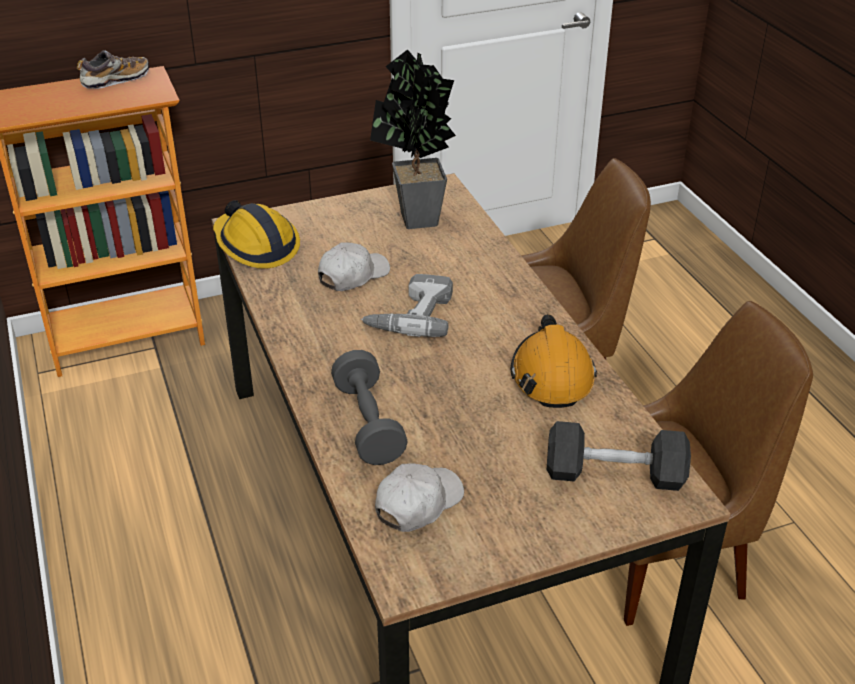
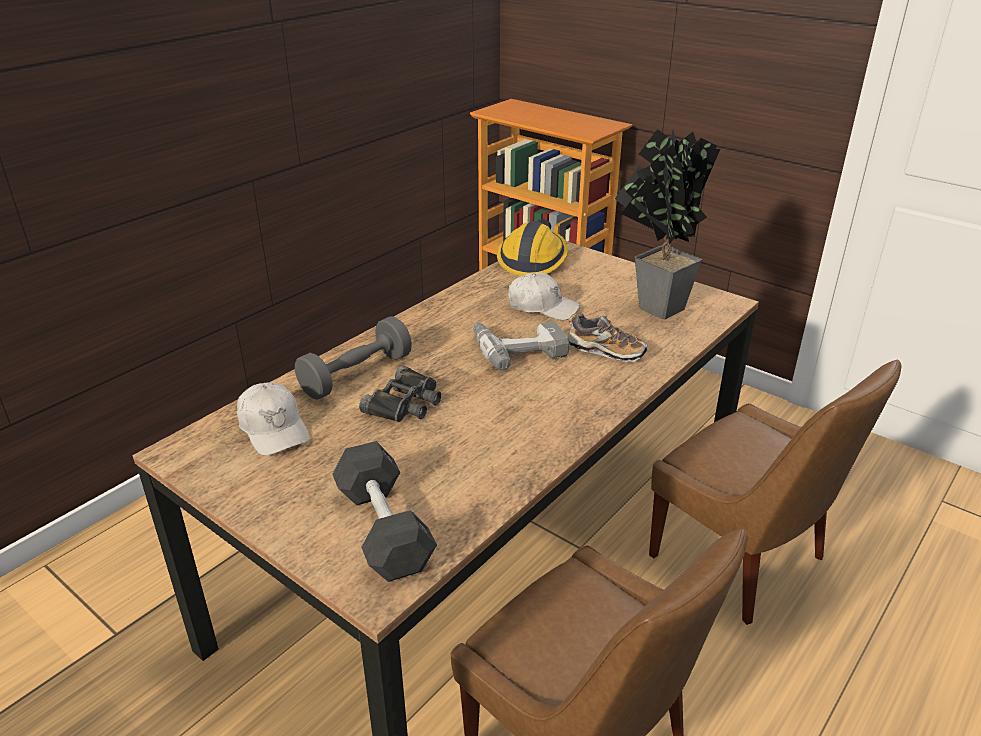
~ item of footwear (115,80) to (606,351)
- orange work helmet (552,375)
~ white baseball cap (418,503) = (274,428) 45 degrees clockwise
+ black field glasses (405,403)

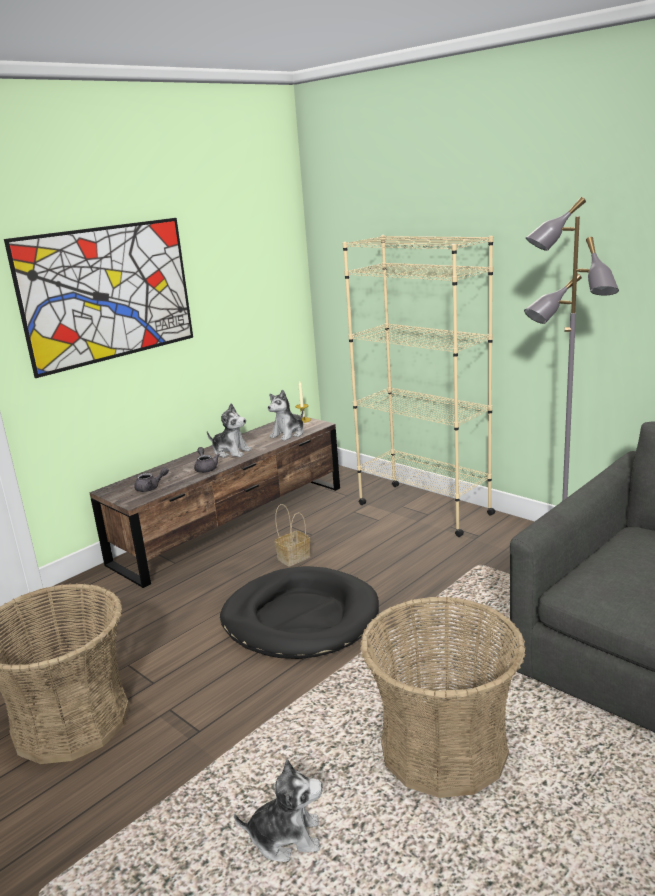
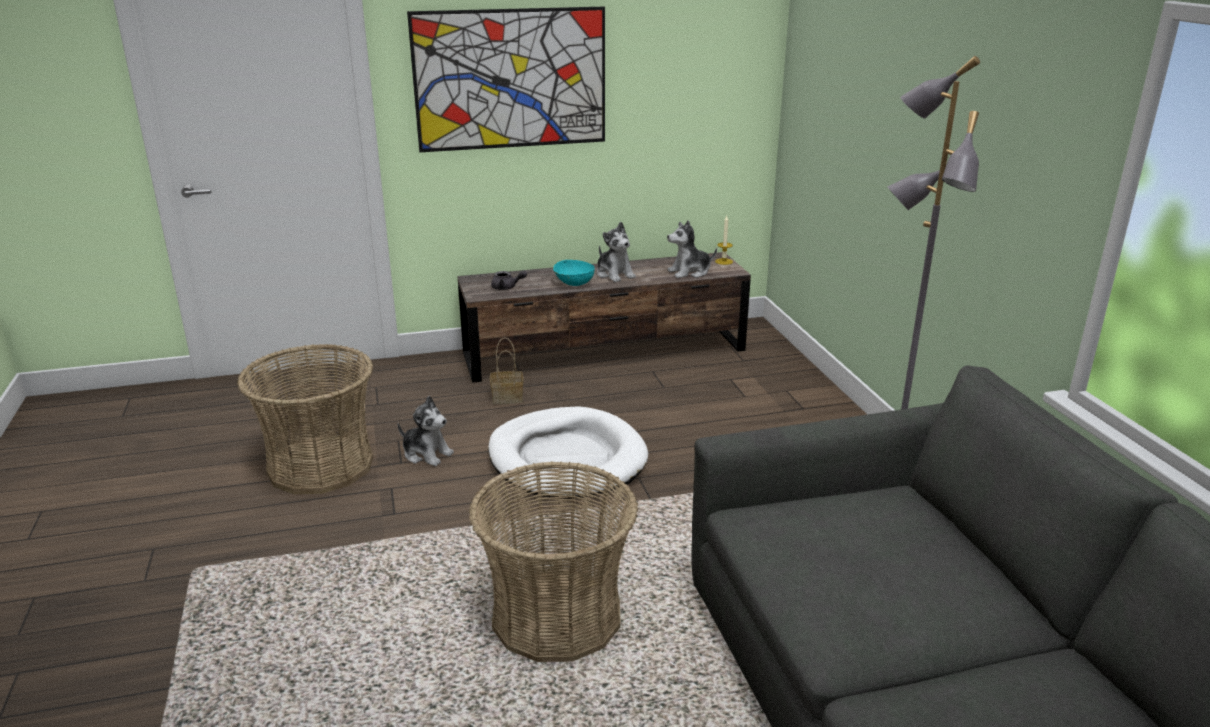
- sand-coloured bookshelf (424,509)
~ greyish pot for tea (206,468) to blue-green deep dish (573,283)
~ household basket (294,557) to (508,397)
~ black dog bed (300,618) to white dog bed (567,459)
~ cuddly toy (286,837) to (426,454)

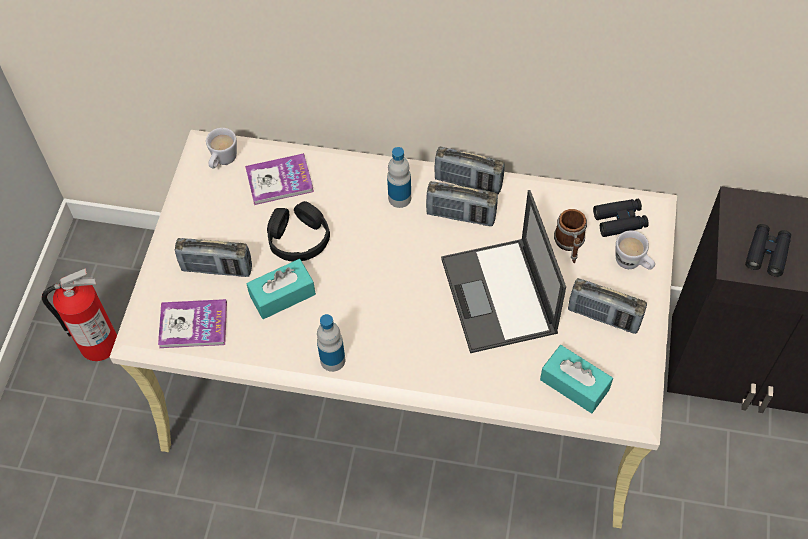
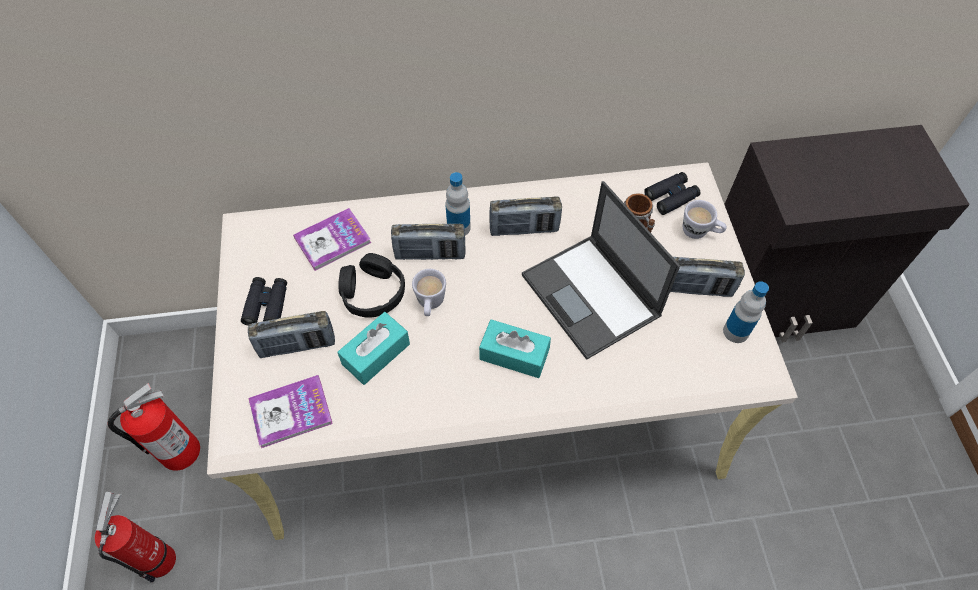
~ white coffee mug (222,161) to (430,305)
~ radio receiver (468,182) to (430,254)
~ black field glasses (767,253) to (267,305)
~ beverage bottle (332,360) to (735,331)
~ blue-green tissue holder (574,384) to (514,355)
+ fire-fighting cylinder (161,556)

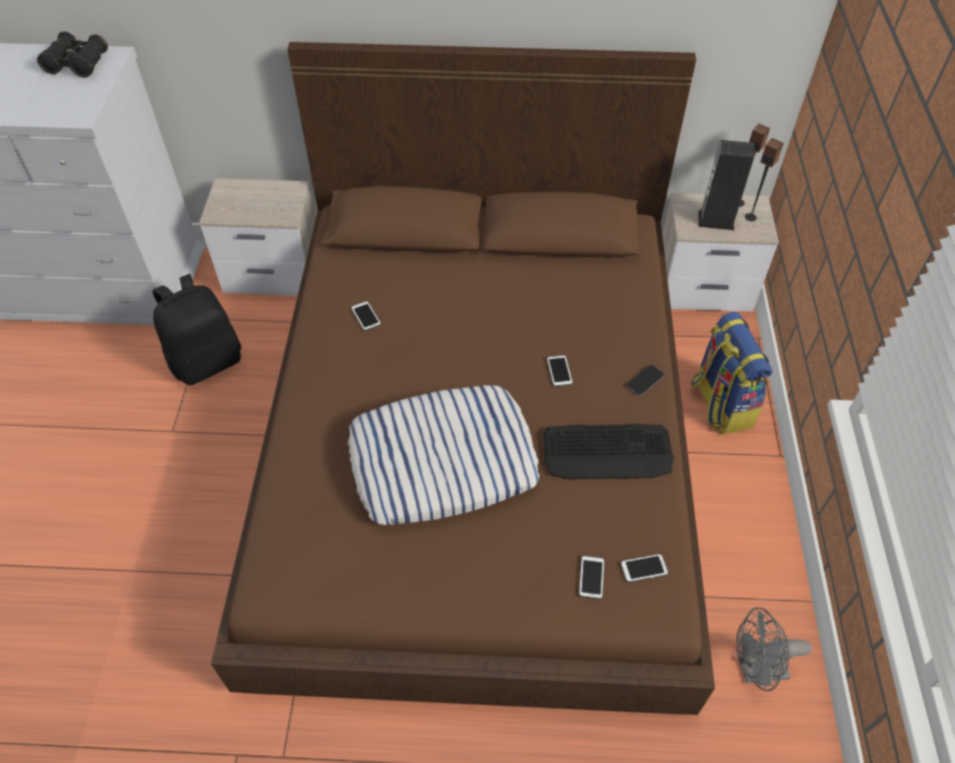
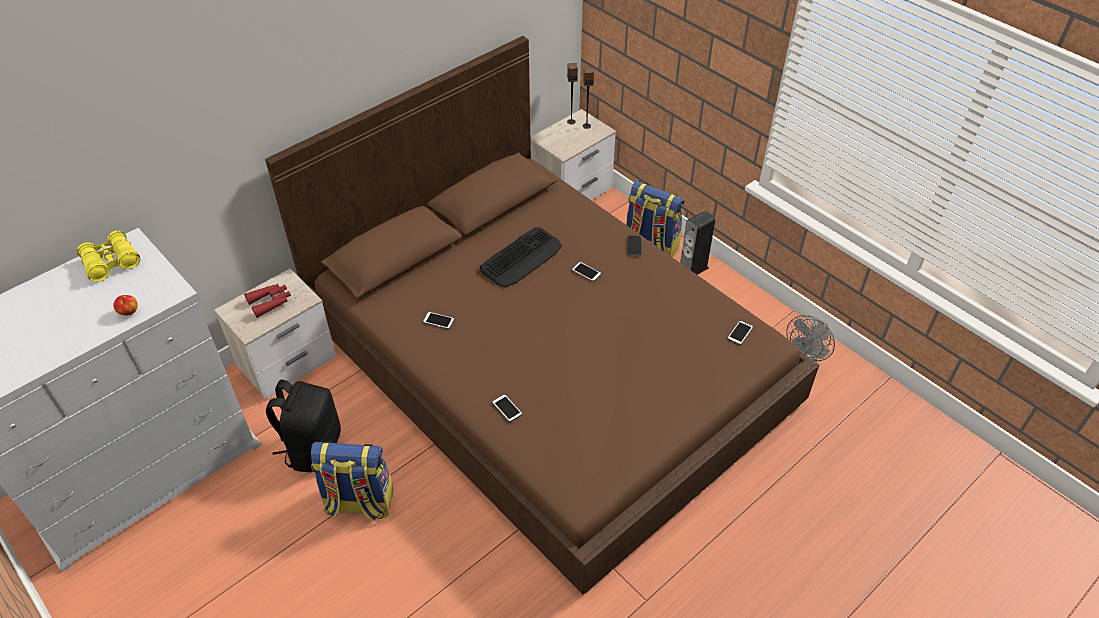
~ black field glasses (77,64) to yellow-coloured field glasses (111,263)
~ speaker (716,220) to (693,268)
- throw pillow (443,460)
~ computer keyboard (607,452) to (521,258)
~ handset (591,577) to (507,408)
+ red field glasses (270,302)
+ apple fruit (129,312)
+ backpack (358,503)

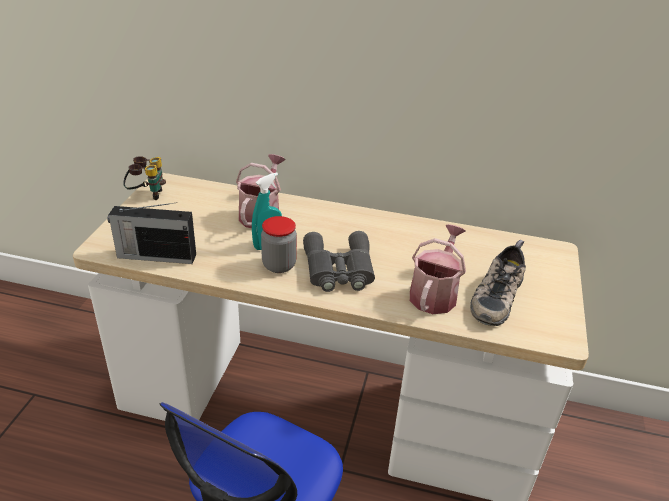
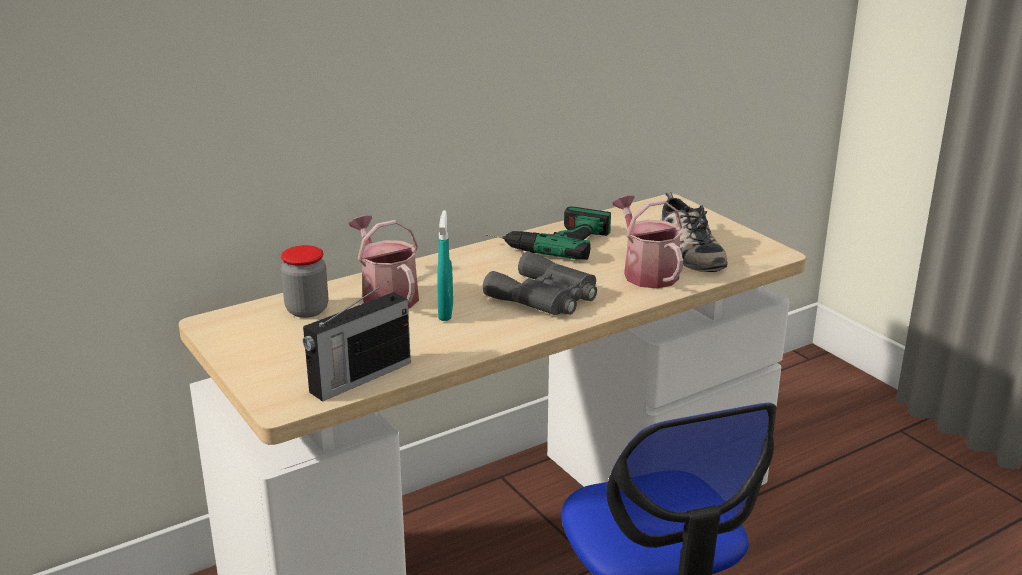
- field glasses (147,194)
~ storage jar (279,265) to (307,310)
+ power drill (548,240)

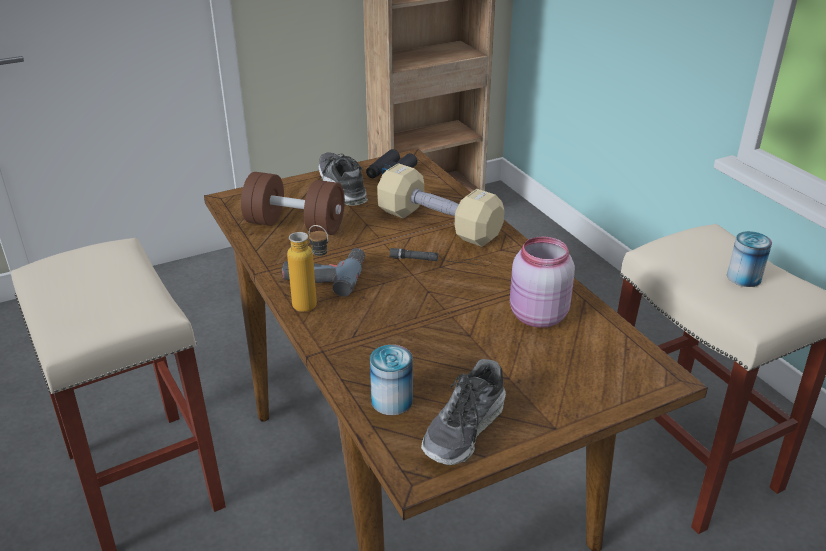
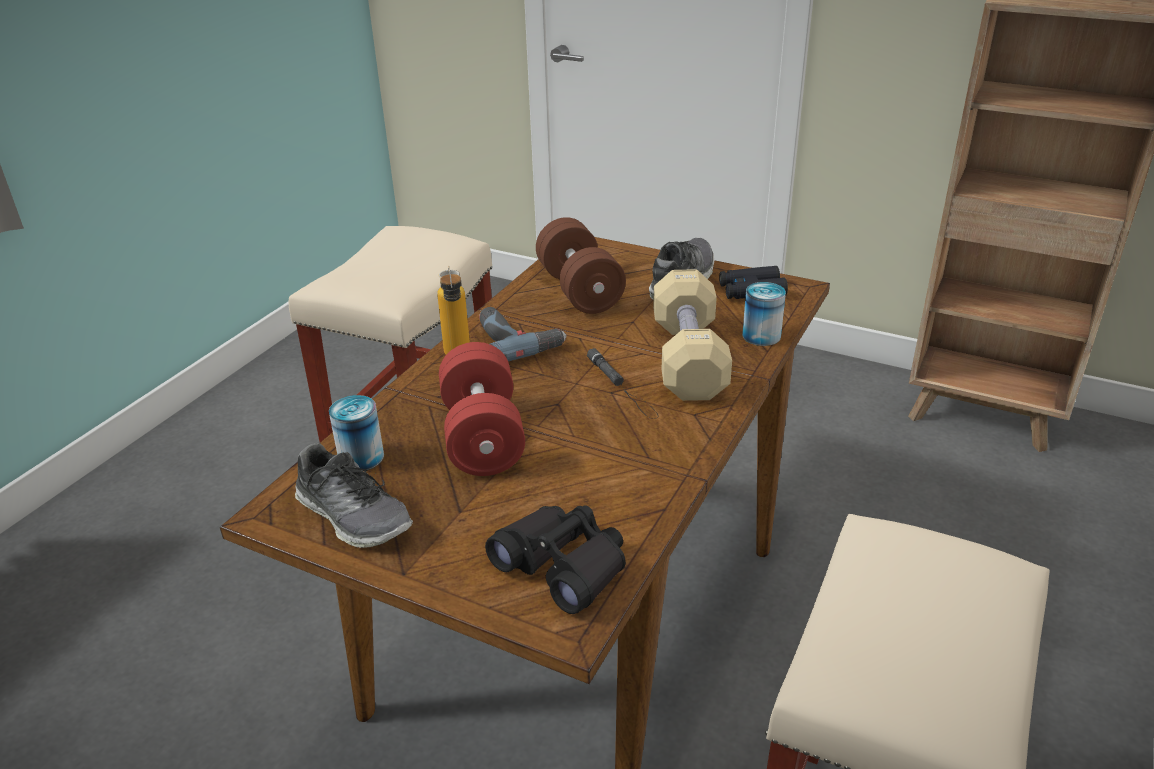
~ metal can (743,277) to (761,336)
- pinkish storage jar (536,316)
~ item of footwear (465,429) = (354,516) 135 degrees counterclockwise
+ red free weight (482,436)
+ black field glasses (563,566)

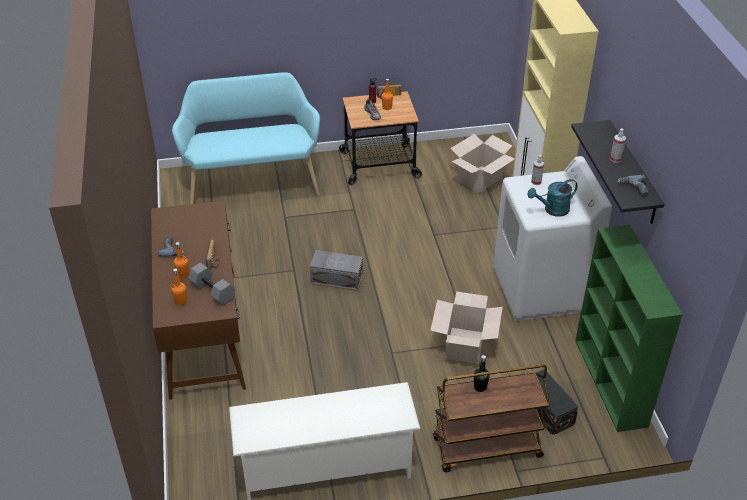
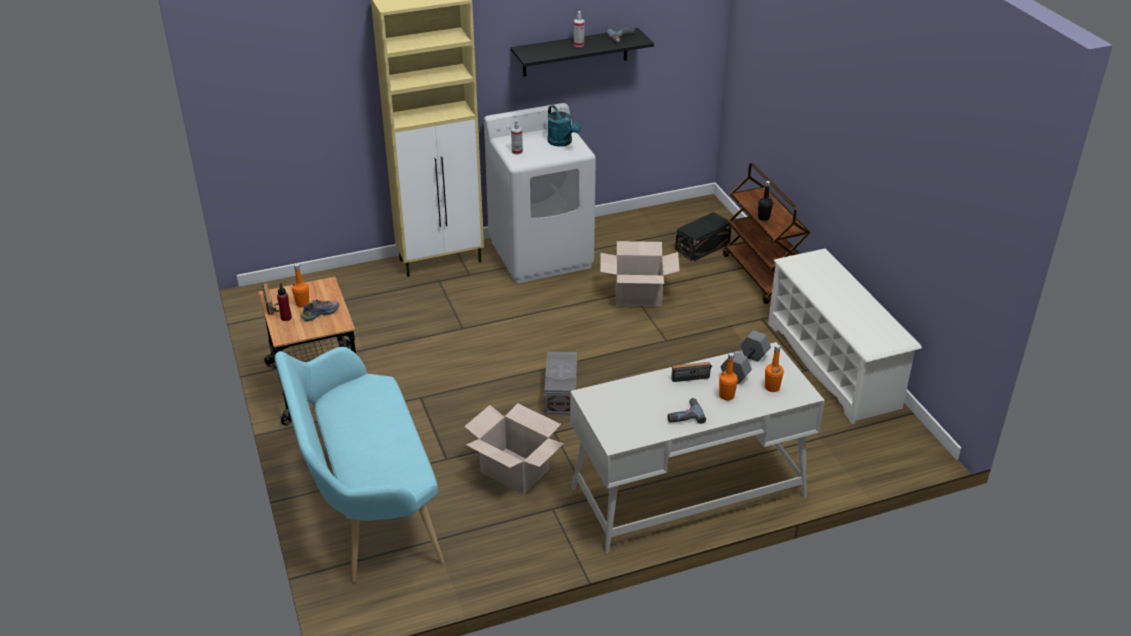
~ packing box (479,179) to (514,471)
~ brown desk table (203,331) to white desk table (687,492)
- green bookshelf (611,383)

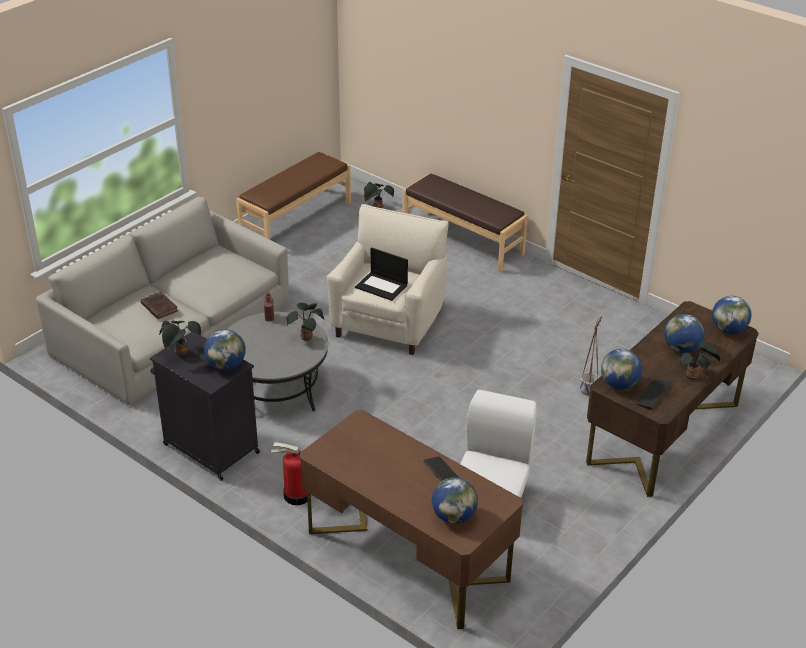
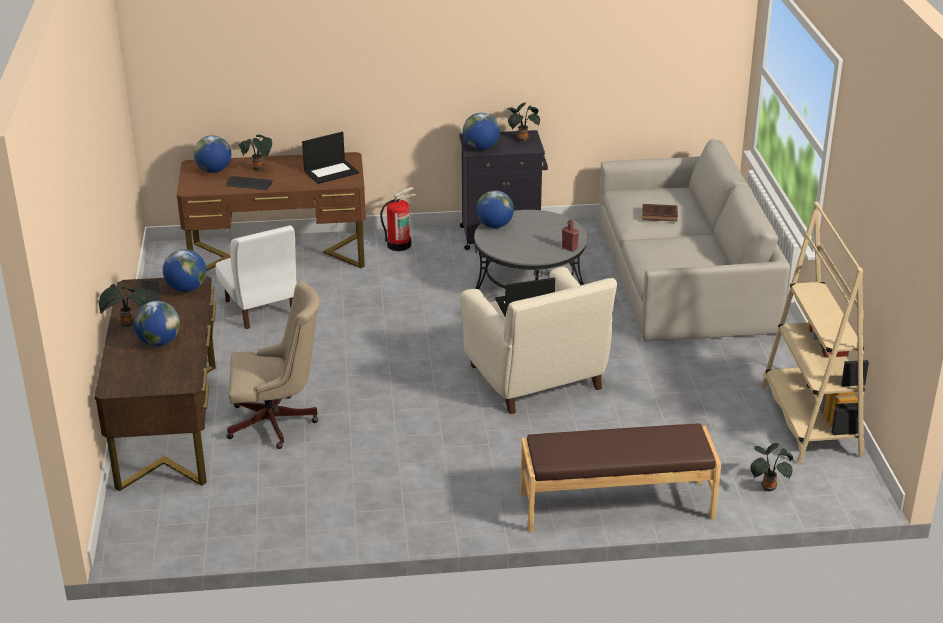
~ brown bench (295,219) to sand-coloured bookshelf (810,421)
~ globe (728,330) to (494,226)
~ potted plant (307,337) to (258,169)
~ plant pot (588,390) to sand-coloured office chair (277,423)
+ laptop (331,172)

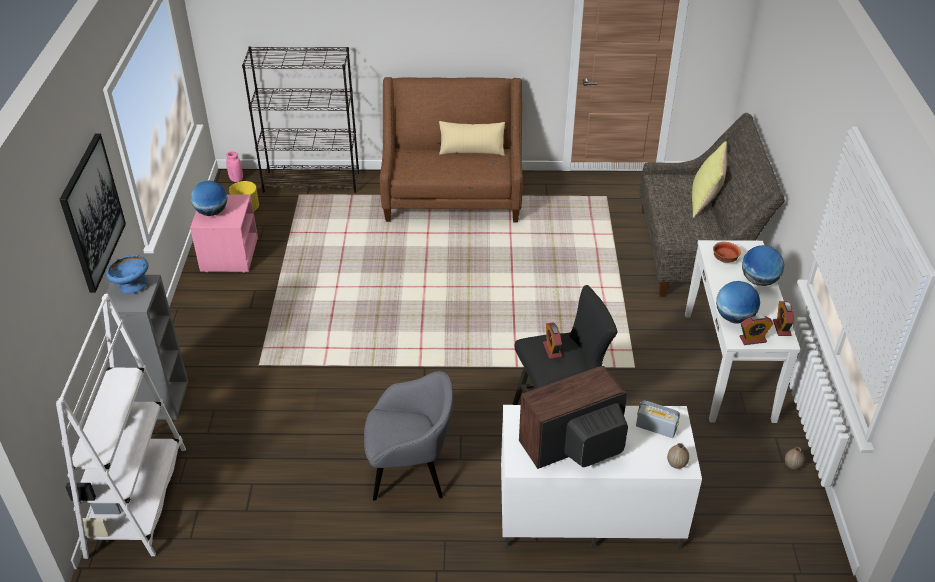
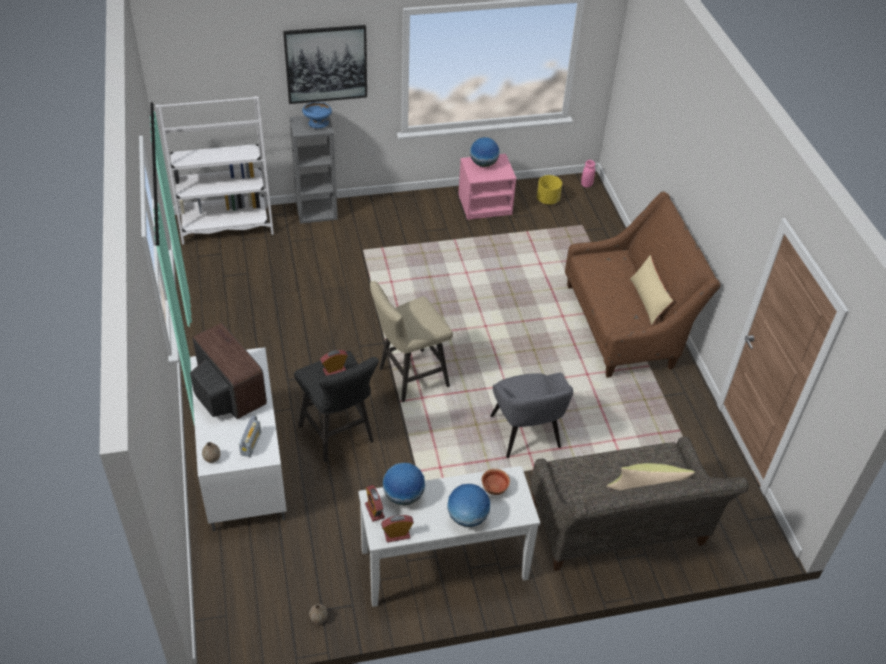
- black bookshelf (312,182)
~ greyish easy chair (410,471) to (525,433)
+ sand-coloured sitting stool (409,378)

